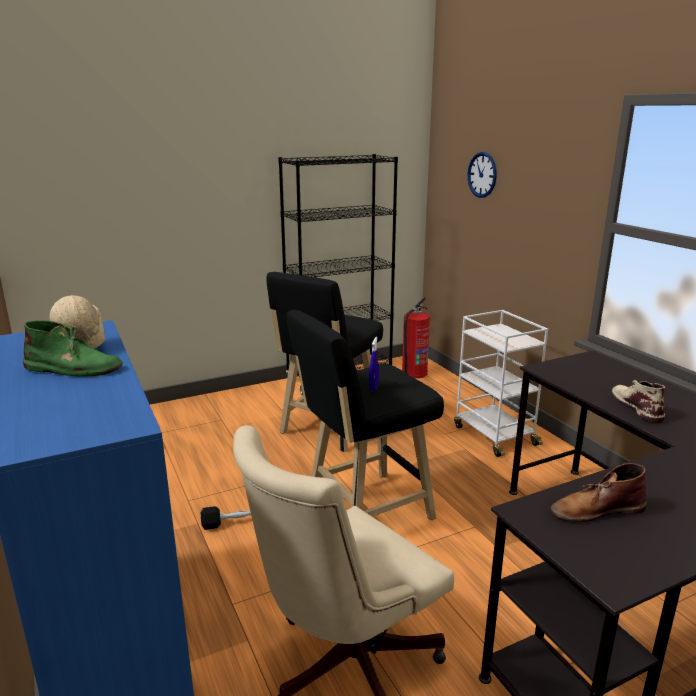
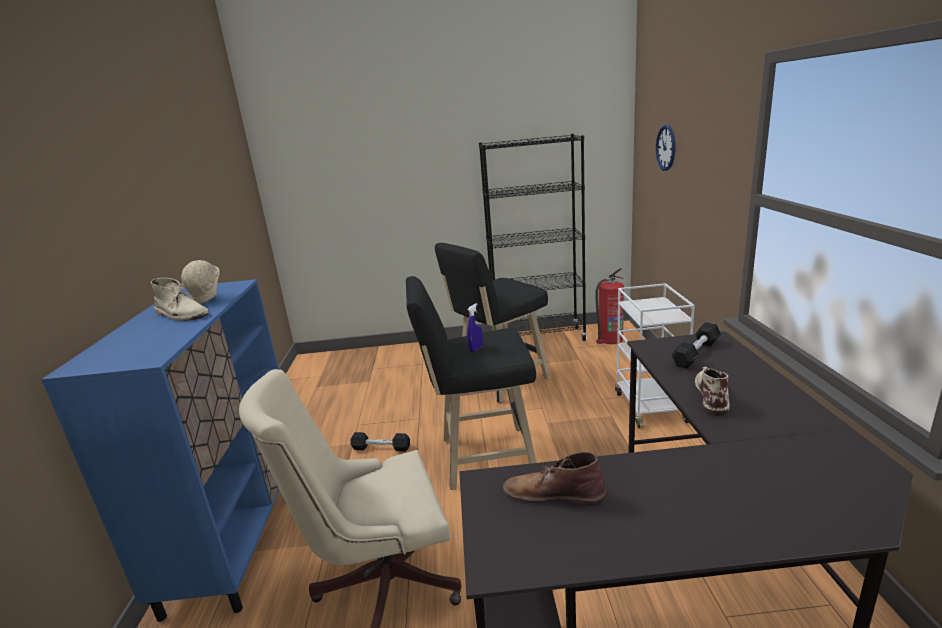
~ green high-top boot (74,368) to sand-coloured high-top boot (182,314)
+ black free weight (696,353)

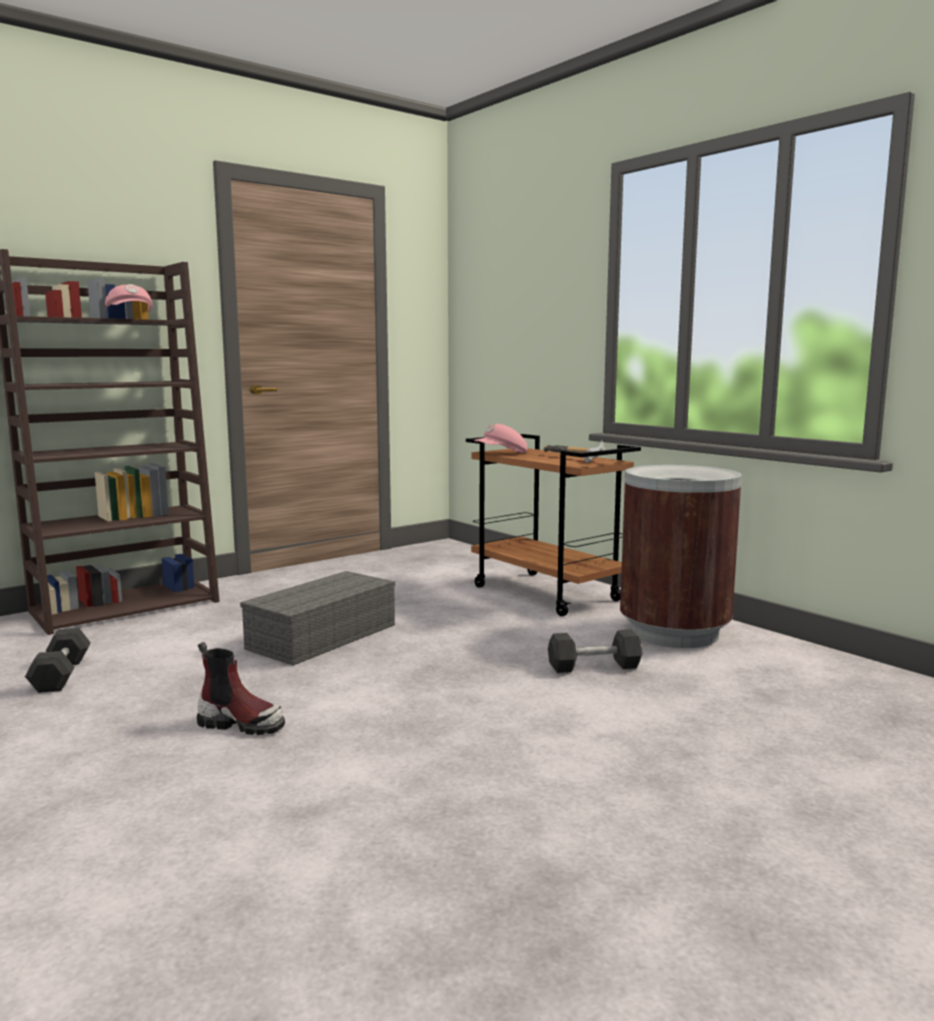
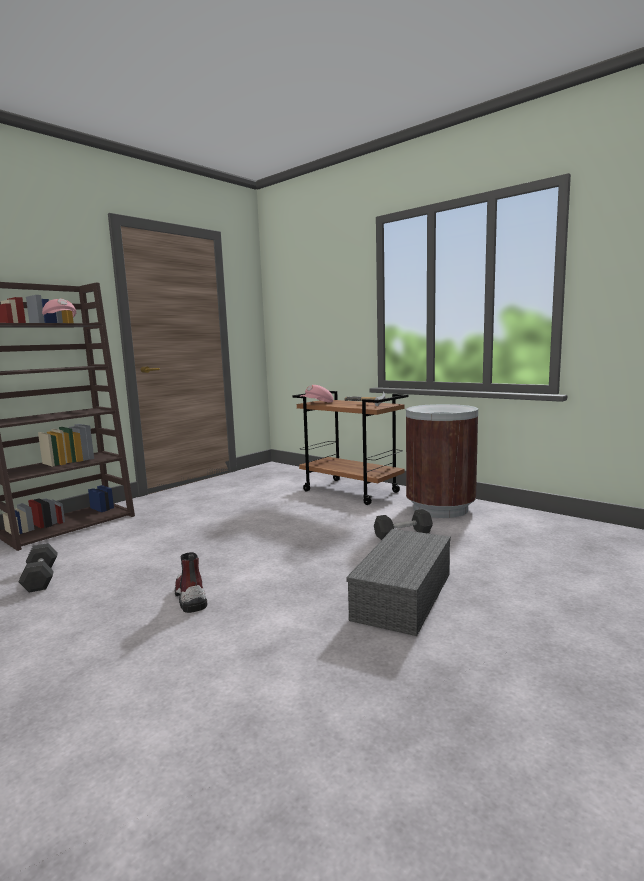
~ greyish storage container (322,637) to (404,597)
~ high-top boot (241,724) = (190,597) 120 degrees counterclockwise

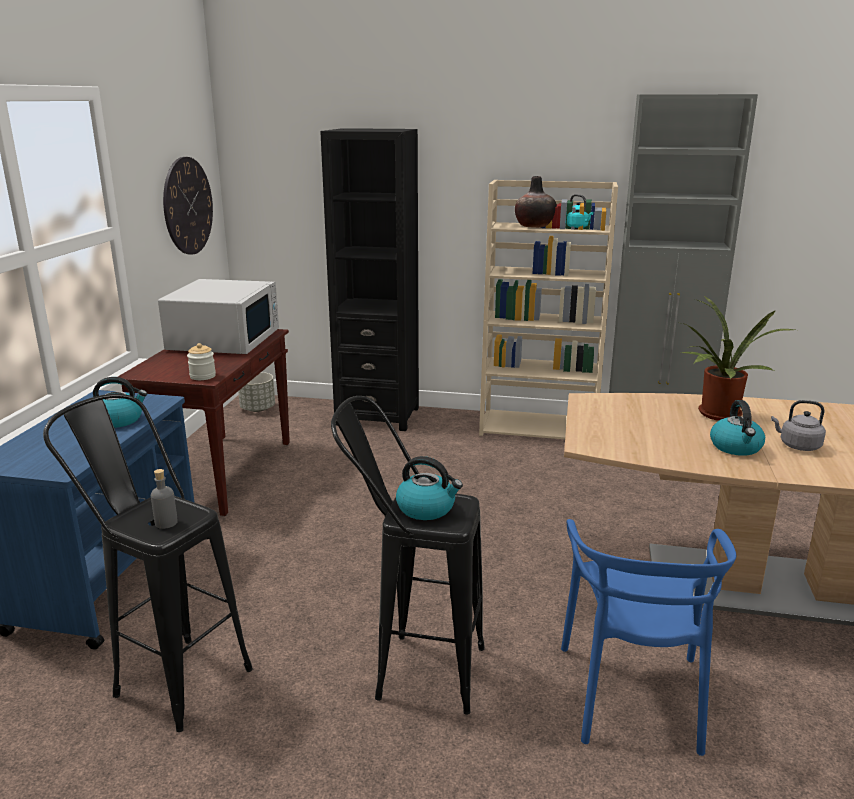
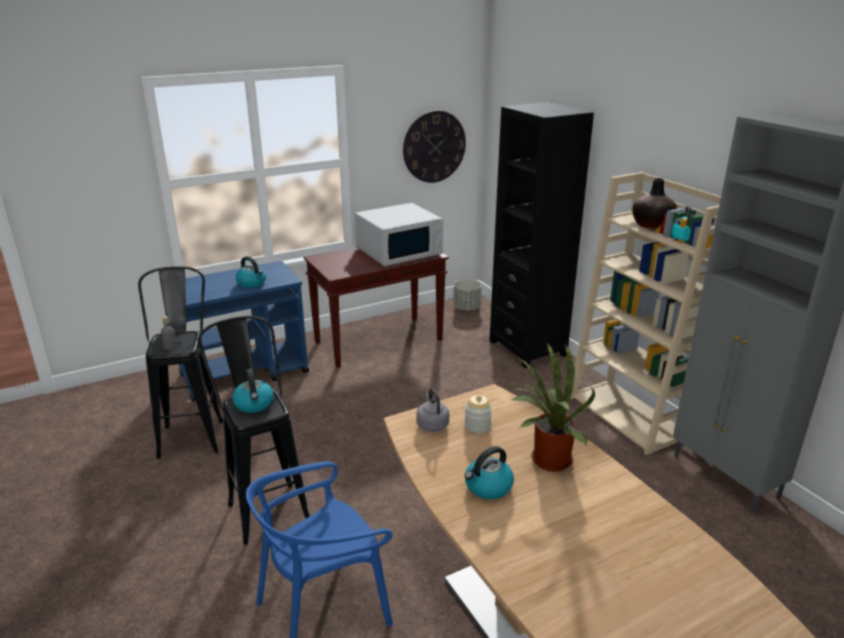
~ storage jar (202,376) to (477,426)
~ greyish water kettle (797,446) to (432,424)

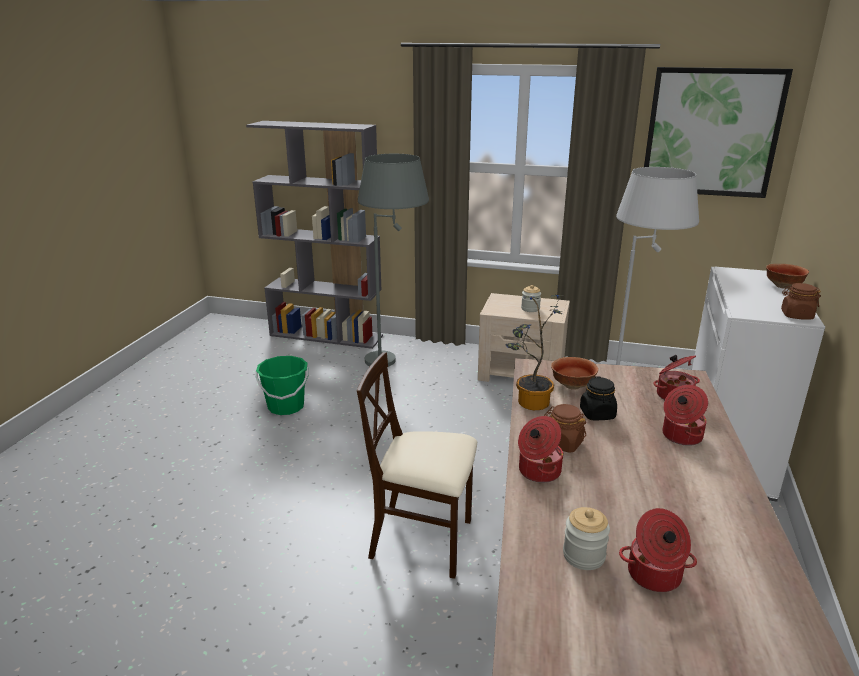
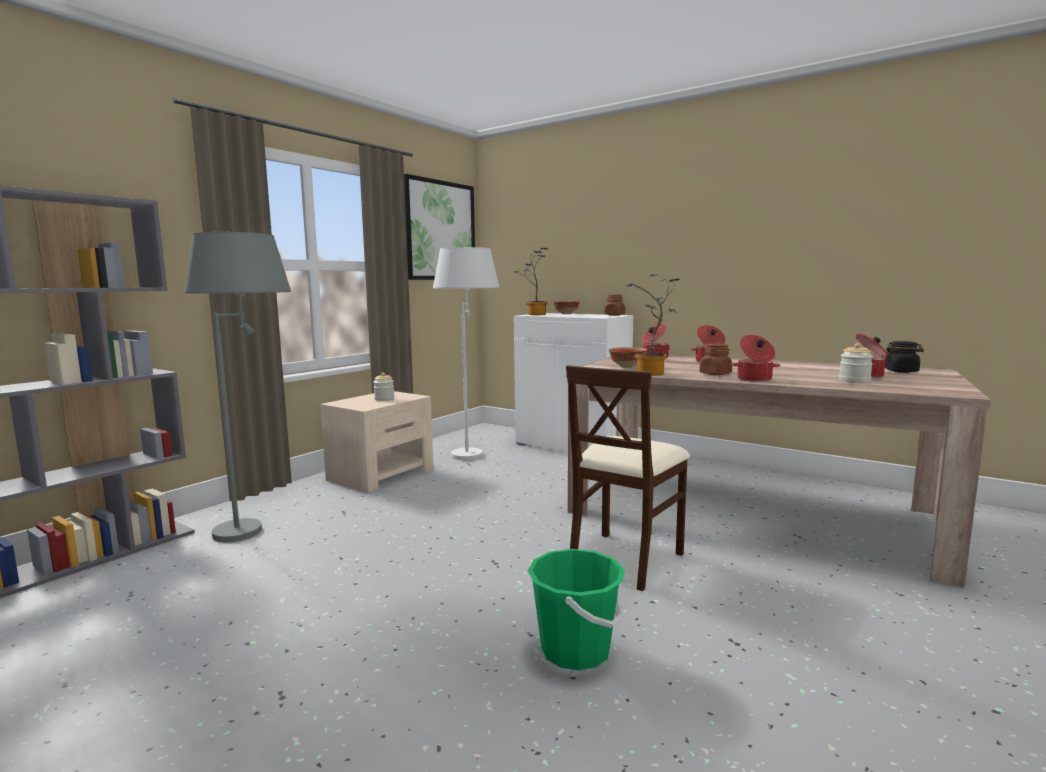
~ green bucket (286,407) to (576,650)
~ black storage jar (597,414) to (901,371)
+ potted plant (534,314)

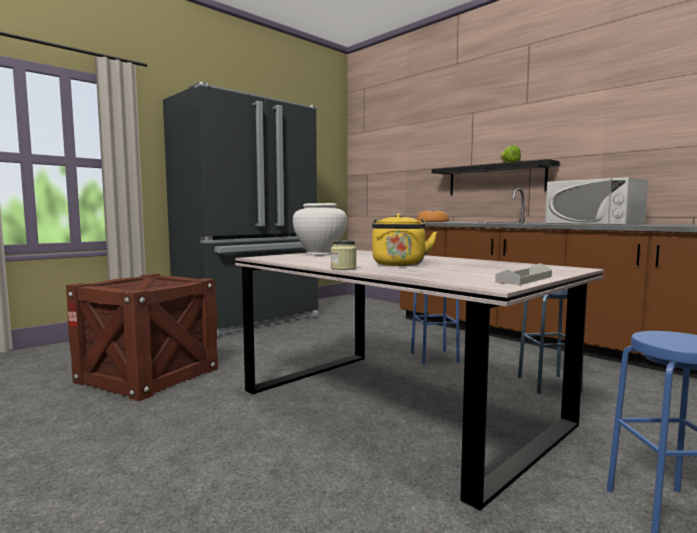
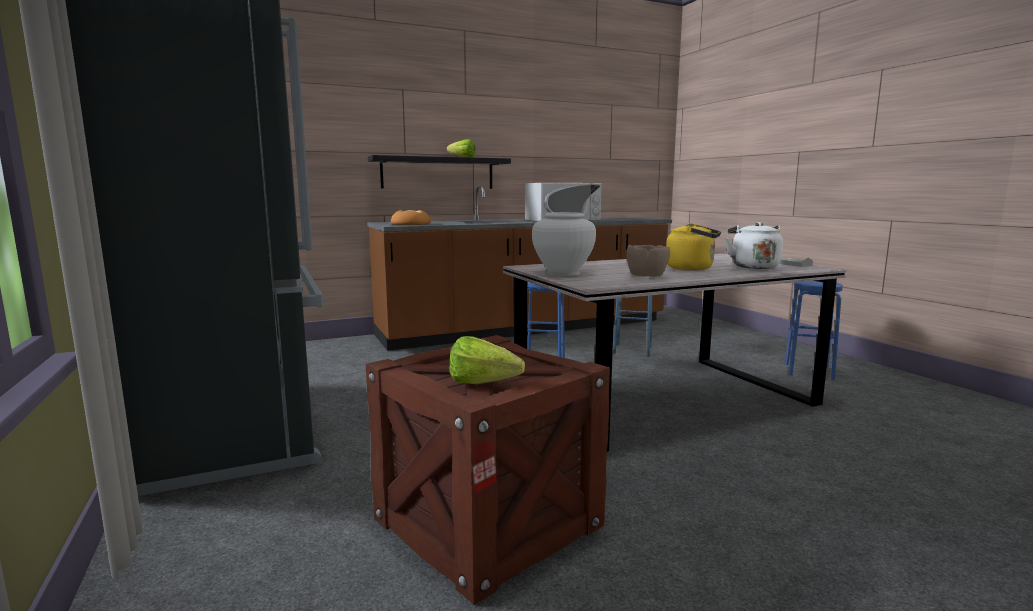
- storage jar (343,268)
+ white water kettle (753,266)
+ brown deep dish (647,276)
+ lettuce head (488,385)

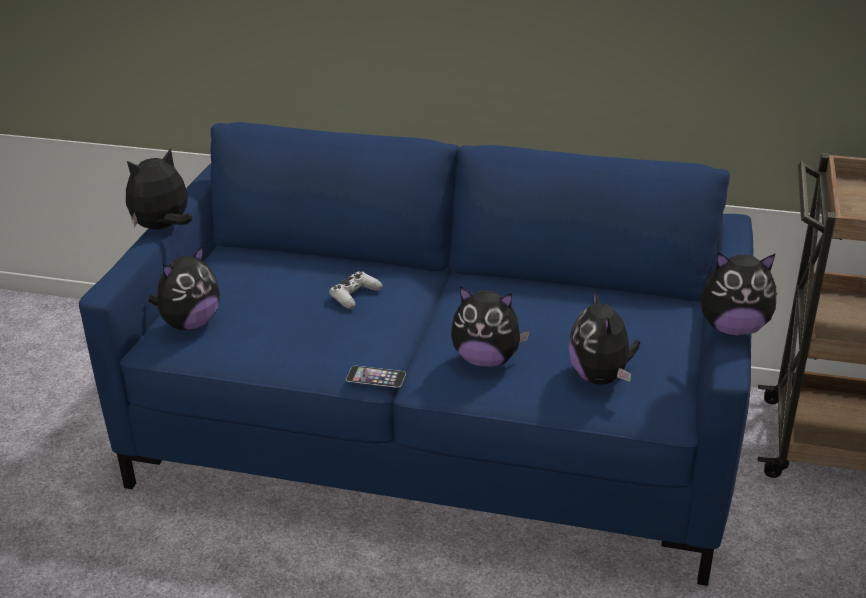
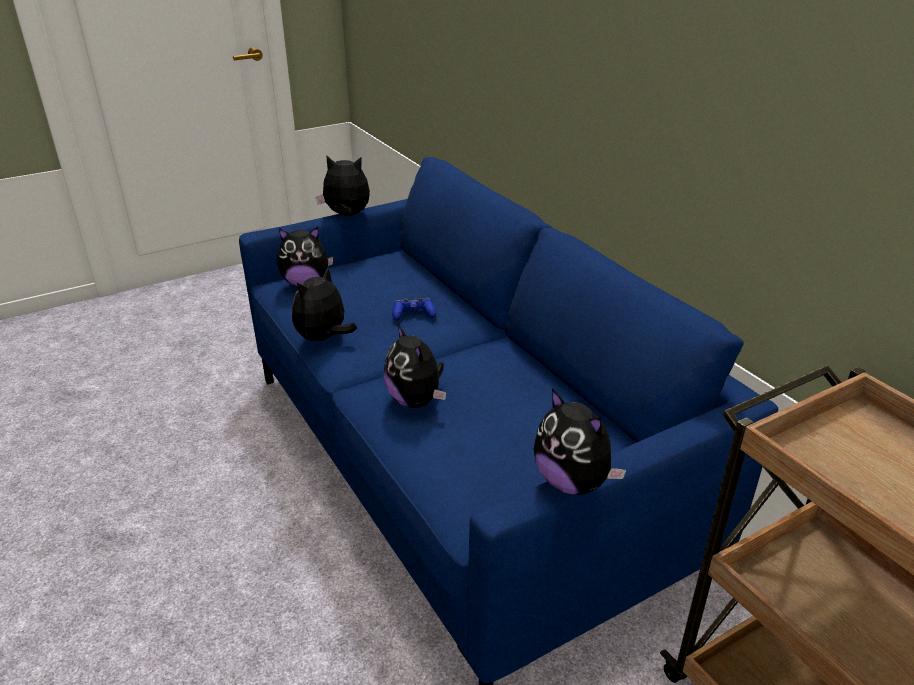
~ white joypad (355,296) to blue joypad (413,314)
~ cuddly toy (601,377) to (323,338)
- handset (376,376)

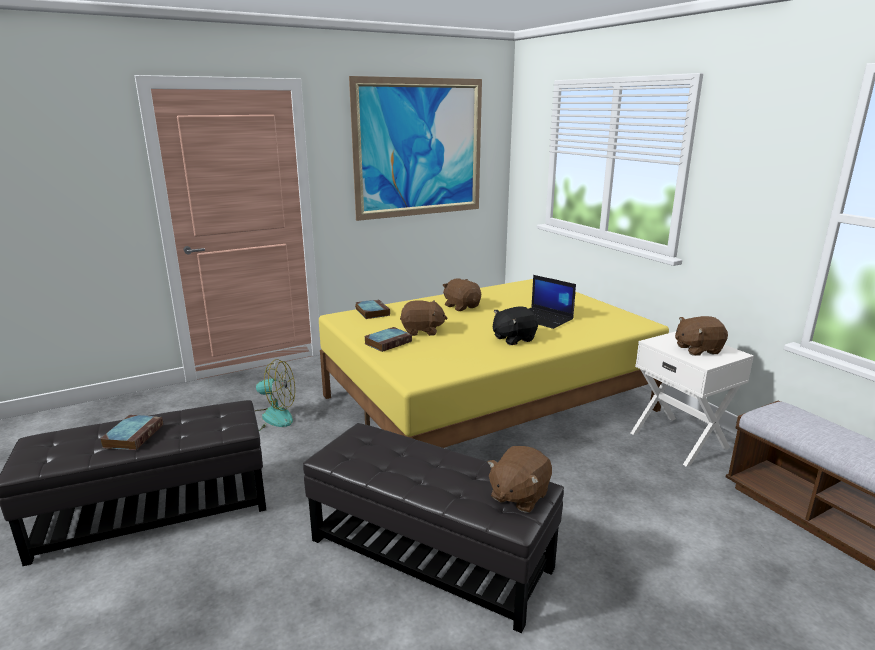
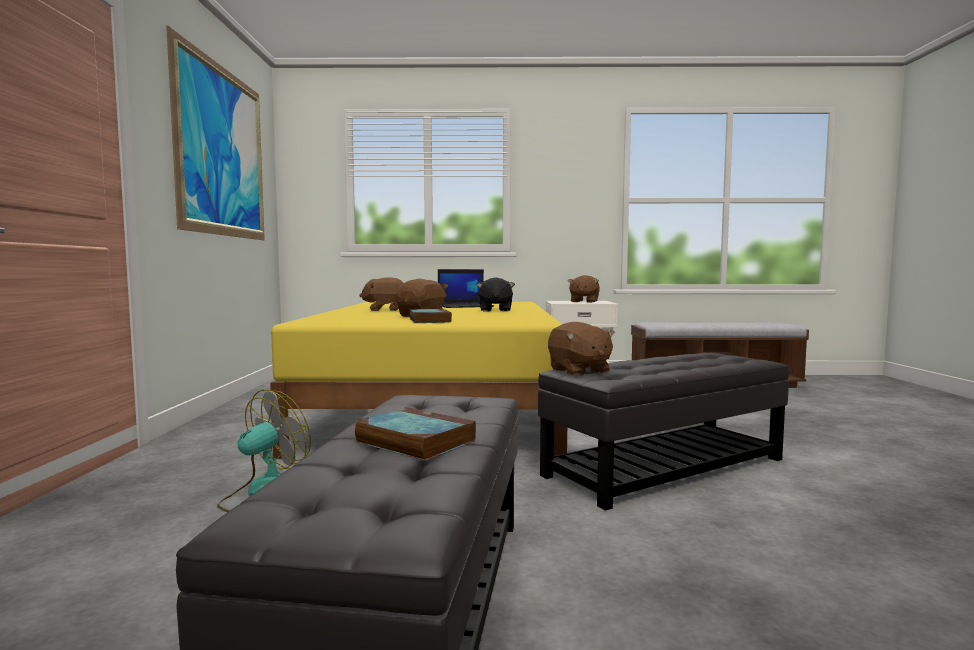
- bound book (372,312)
~ brown cuddly toy (518,495) to (579,371)

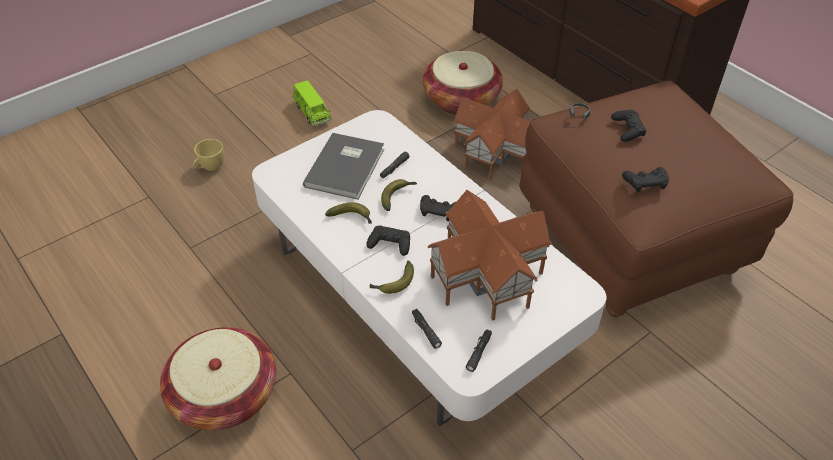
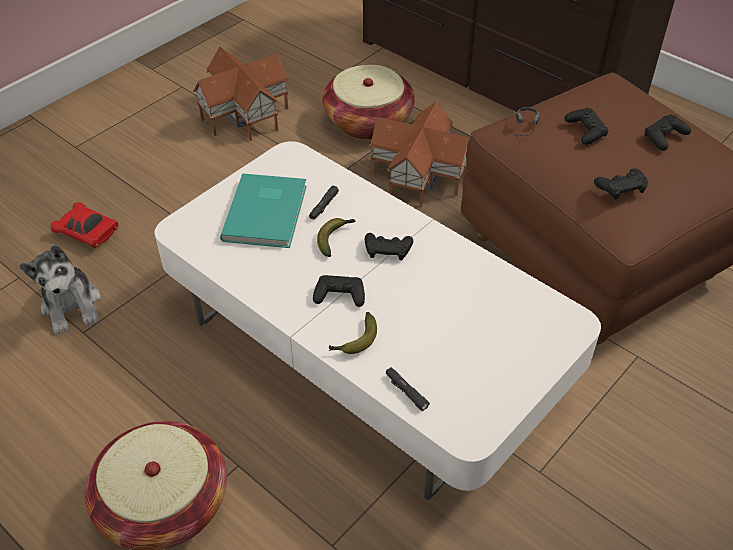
- green model car (312,112)
~ greyish bound book (347,167) to blue-green bound book (268,212)
~ yellow-coloured cup (210,167) to red model car (88,233)
~ model house (484,274) to (243,114)
- banana fruit (352,217)
- black torch (478,352)
+ black joypad (664,137)
+ cuddly toy (72,305)

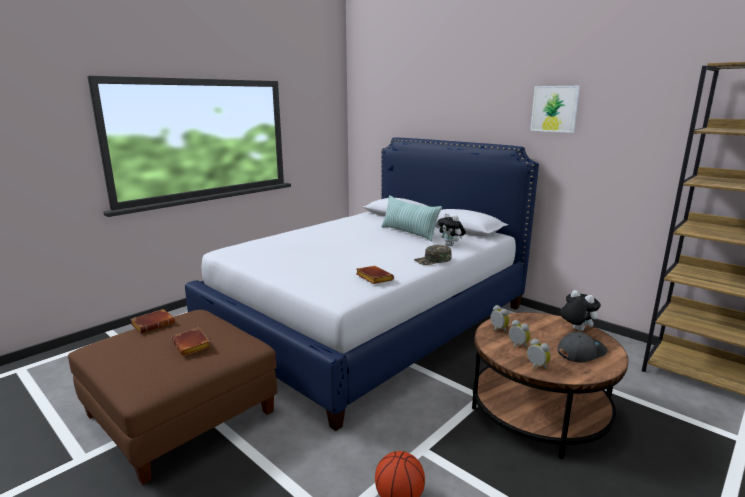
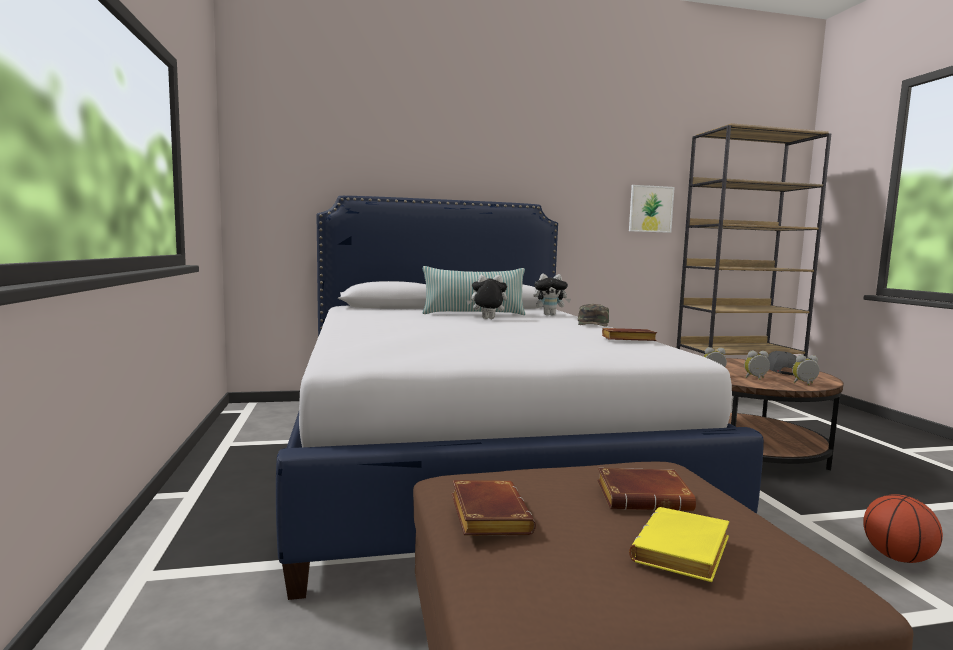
~ wall picture (554,109) to (650,209)
~ cuddly toy (575,329) to (487,319)
+ yellow-coloured bound book (683,554)

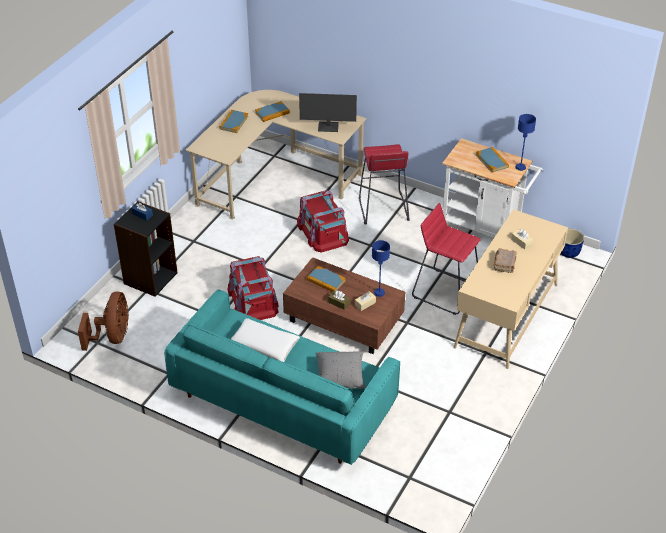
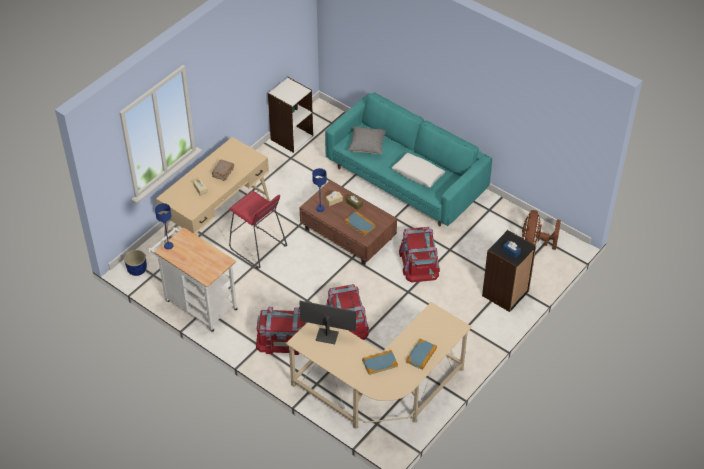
~ red sitting stool (383,209) to red storage container (283,338)
- bound book (492,161)
+ white bookshelf (291,137)

